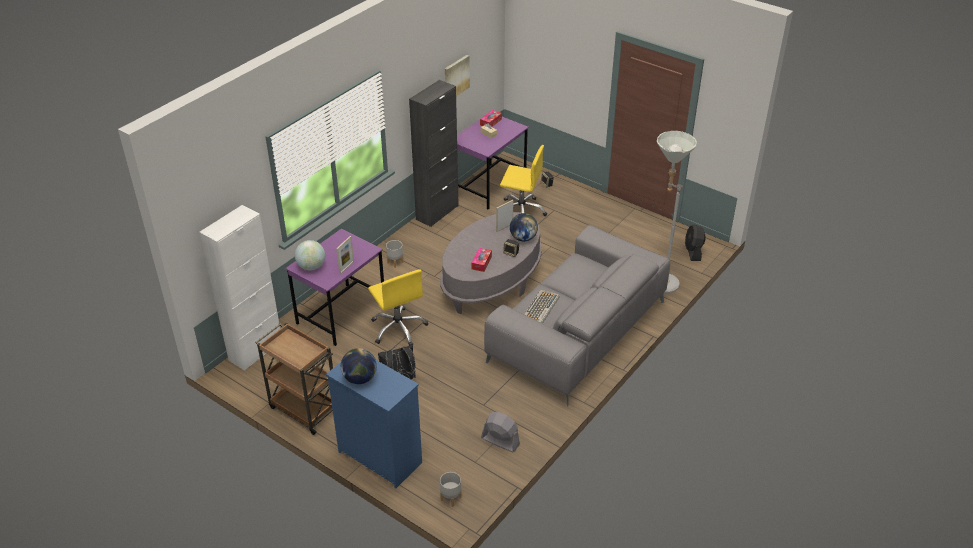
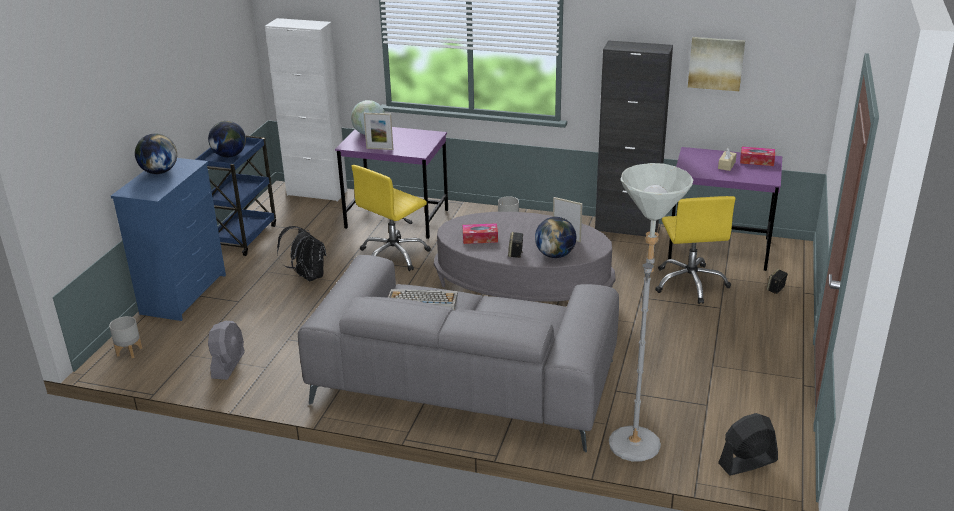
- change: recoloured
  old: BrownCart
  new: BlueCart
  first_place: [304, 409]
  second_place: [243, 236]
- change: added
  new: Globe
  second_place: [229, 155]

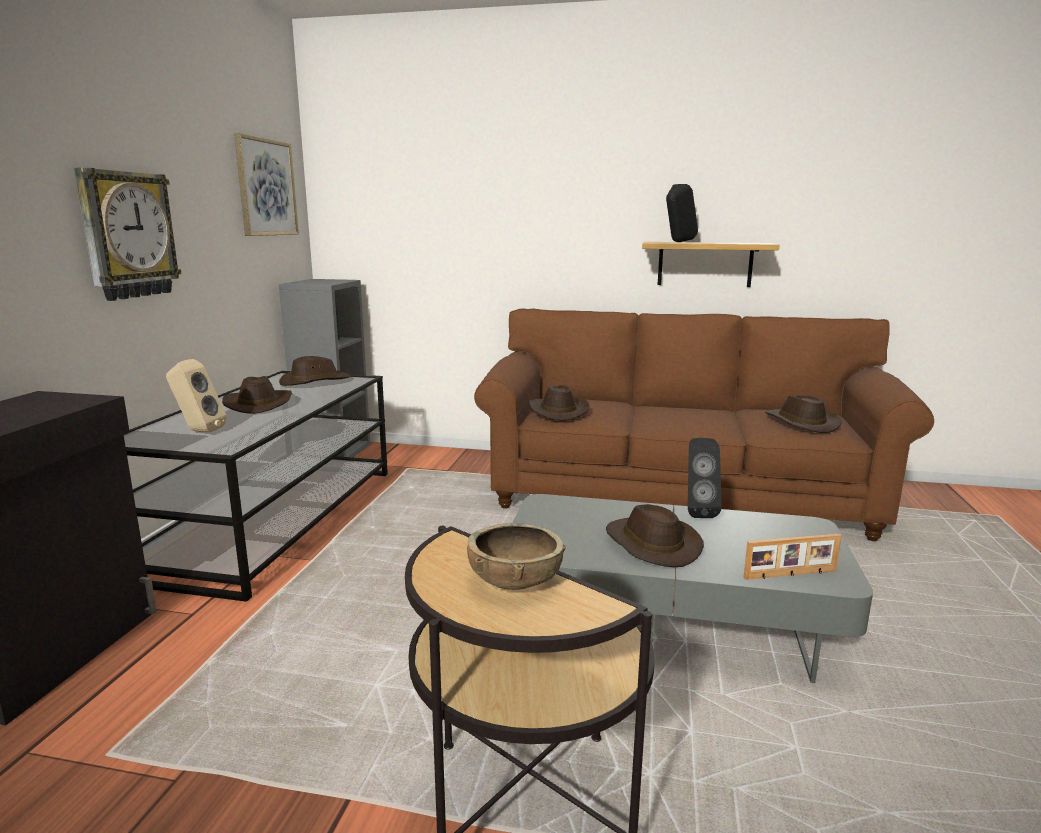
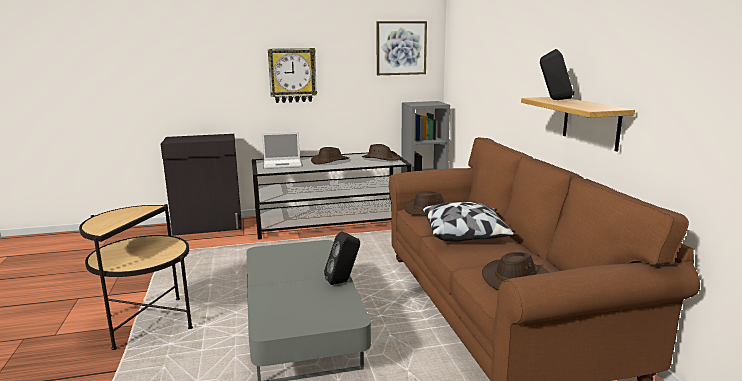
- change: replaced
  old: BeigeSpeaker
  new: Laptop
  first_place: [198, 431]
  second_place: [283, 164]
- change: removed
  old: BrownBowl
  first_place: [514, 580]
- change: removed
  old: BrownHat
  first_place: [650, 544]
- change: removed
  old: PictureFrame
  first_place: [791, 575]
- change: added
  new: Pillow
  second_place: [465, 235]

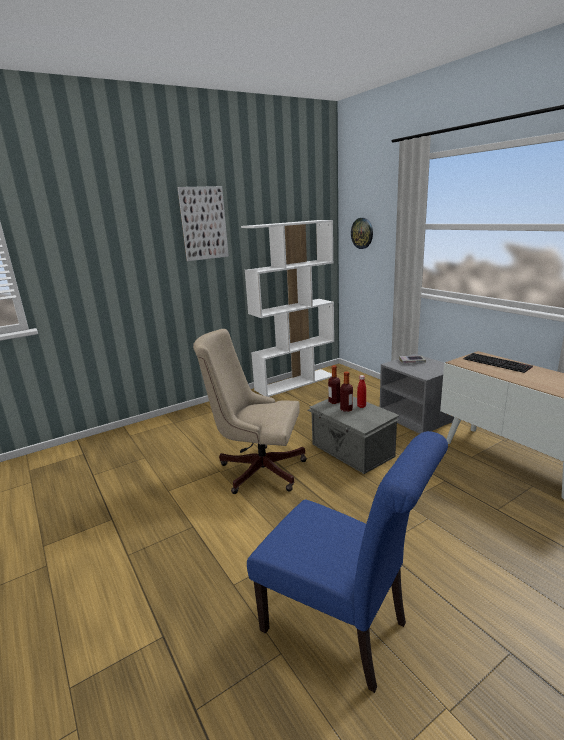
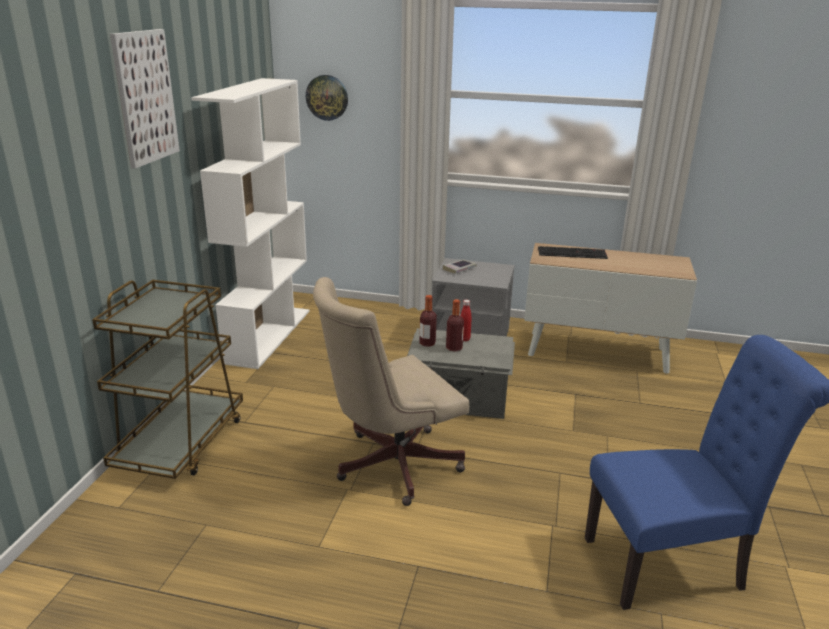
- change: added
  new: BrownCart
  second_place: [181, 443]

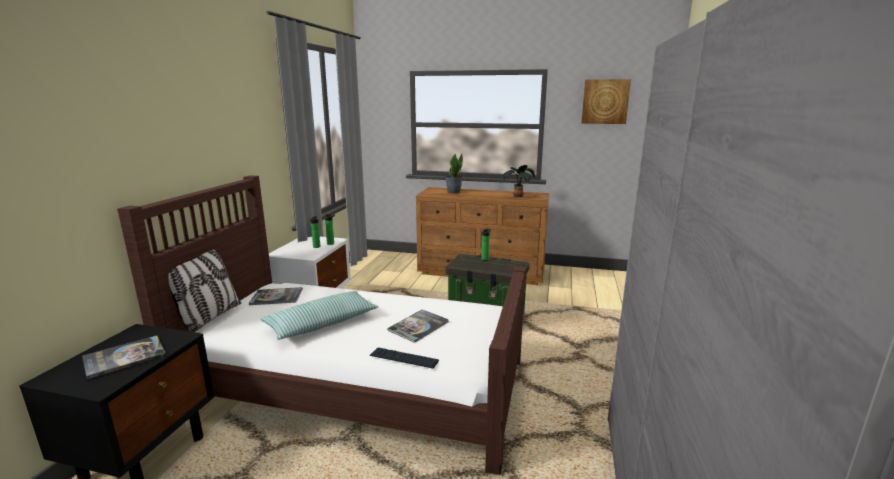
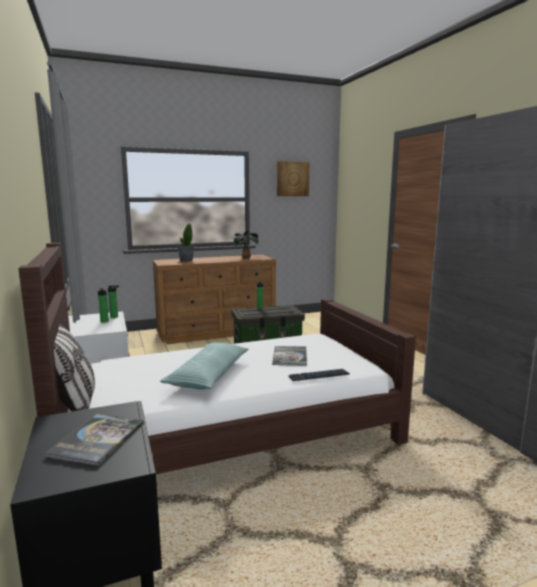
- change: removed
  old: Book
  first_place: [276, 297]

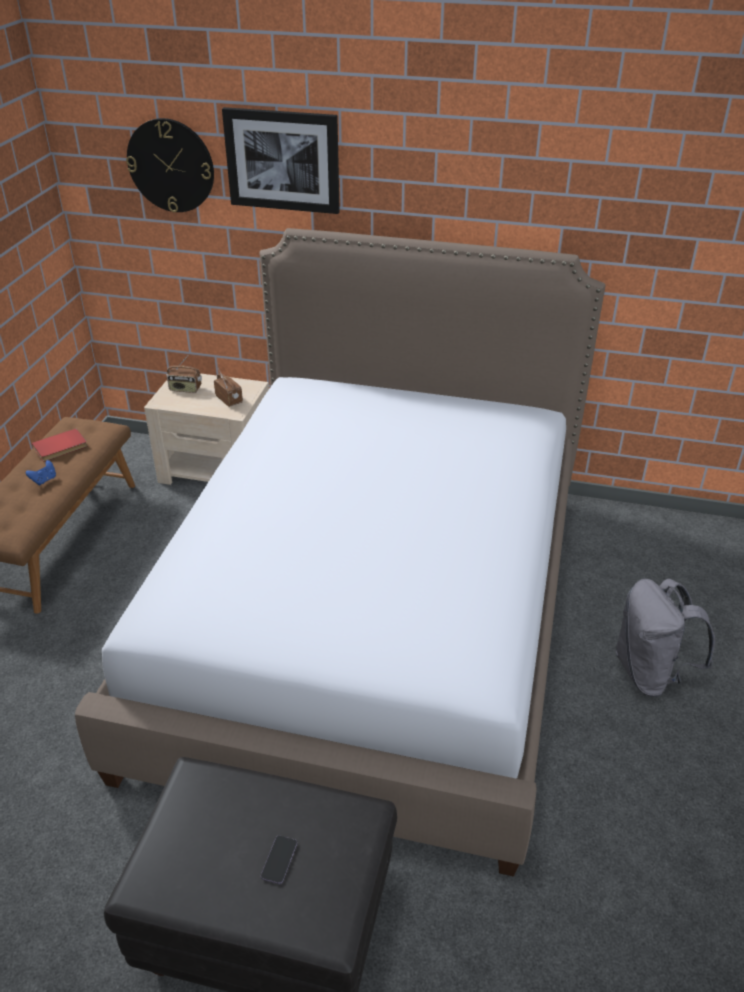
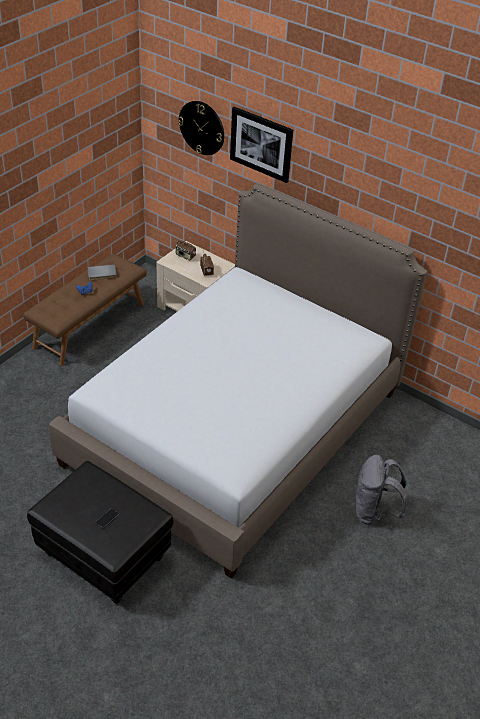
- change: recoloured
  old: RedBook
  new: GreyBook
  first_place: [61, 447]
  second_place: [102, 274]

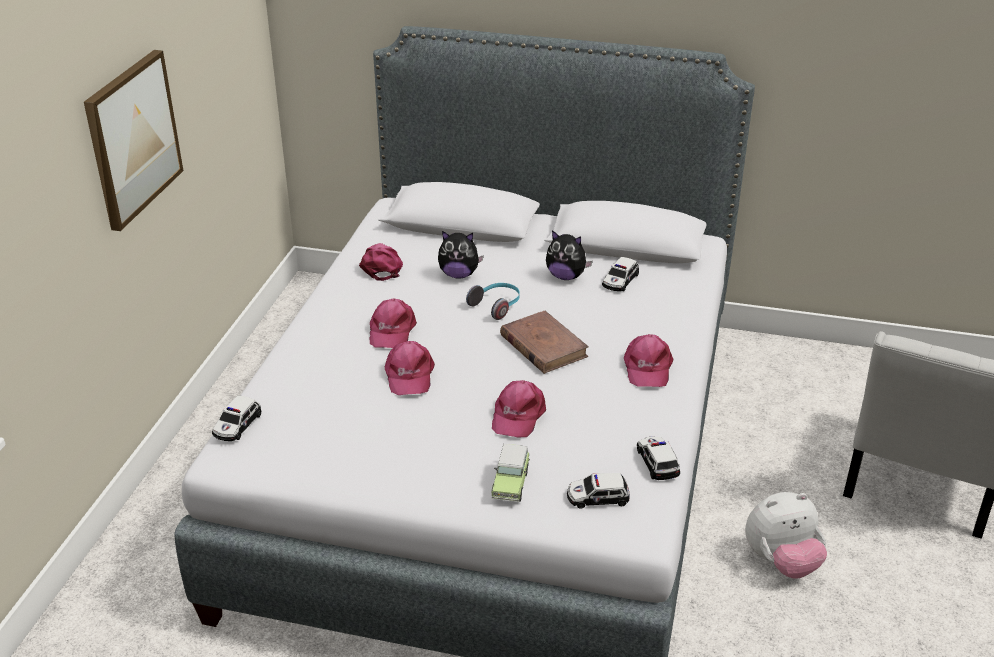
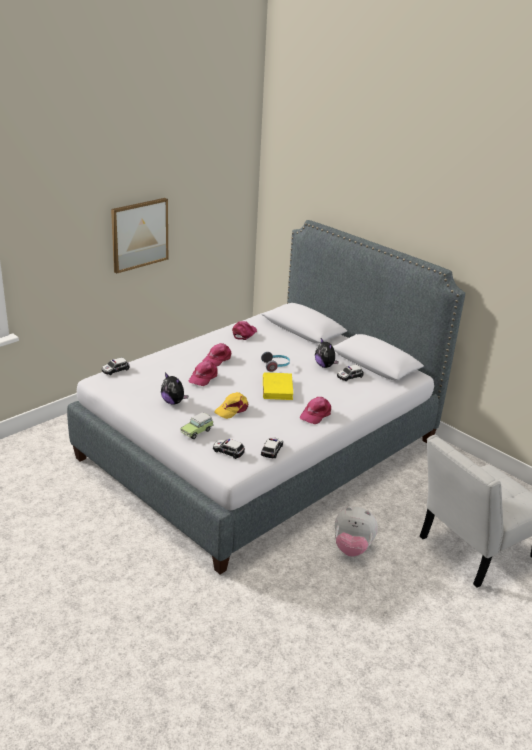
- change: moved
  old: PlushToy
  first_place: [459, 274]
  second_place: [173, 402]
- change: recoloured
  old: PinkCap
  new: YellowCap
  first_place: [517, 415]
  second_place: [232, 409]
- change: recoloured
  old: BrownBook
  new: YellowBook
  first_place: [543, 346]
  second_place: [277, 388]

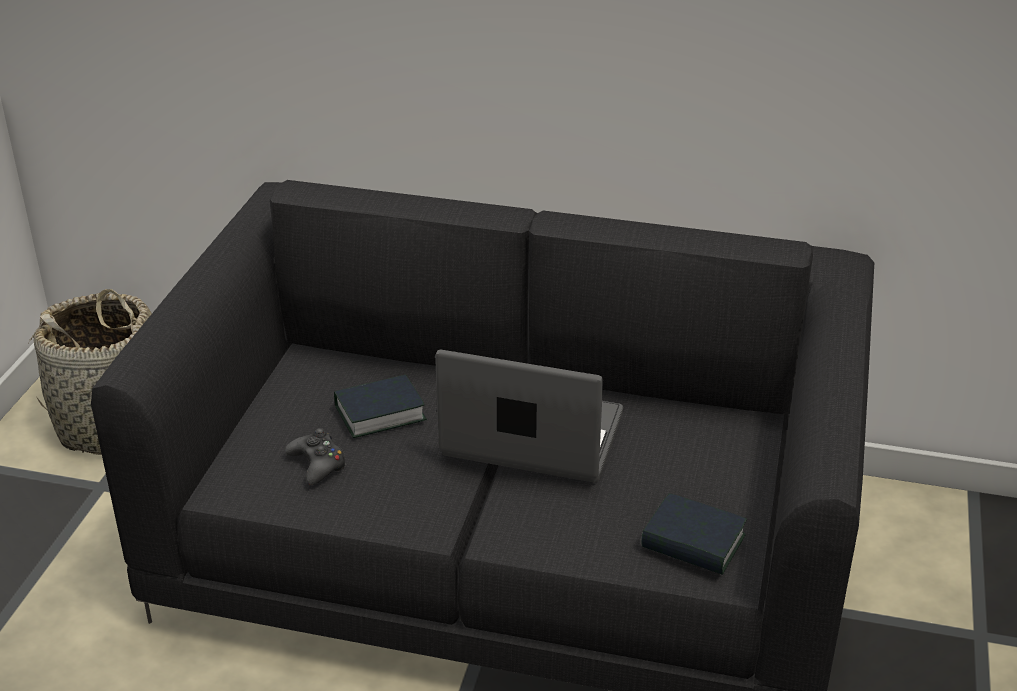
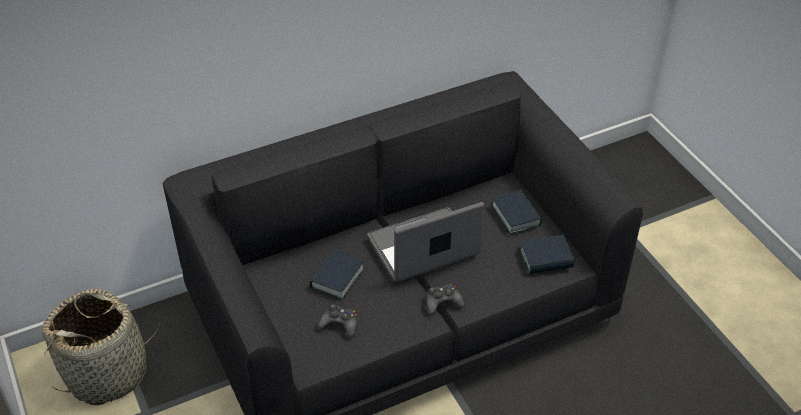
- change: added
  new: BlackGameController
  second_place: [443, 302]
- change: added
  new: Book
  second_place: [516, 215]

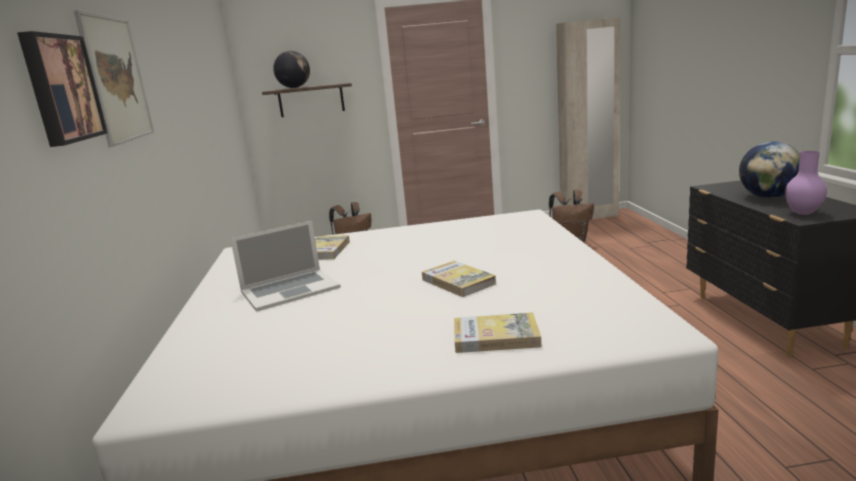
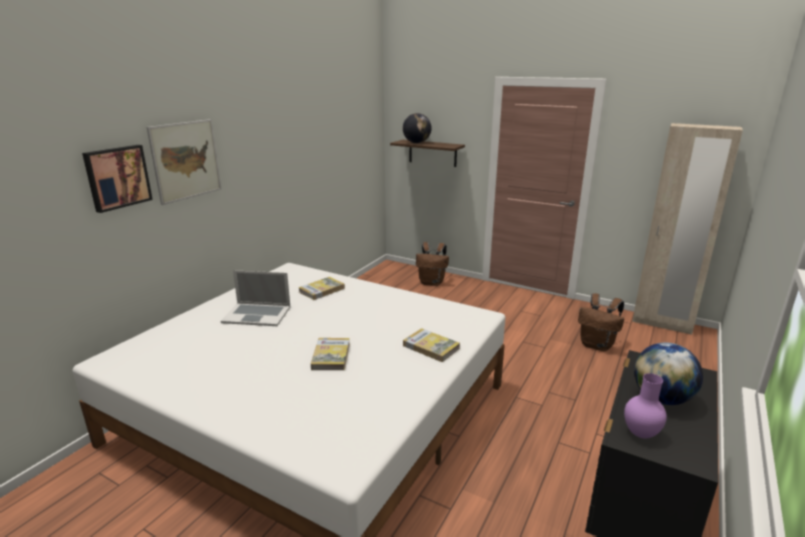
- change: moved
  old: Book
  first_place: [496, 337]
  second_place: [431, 347]

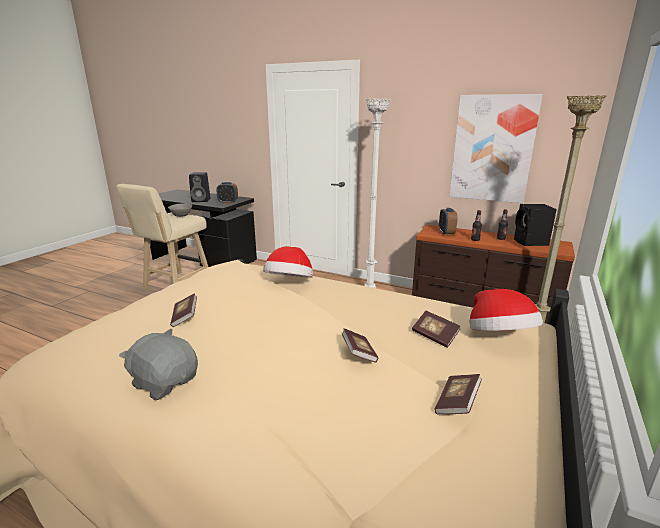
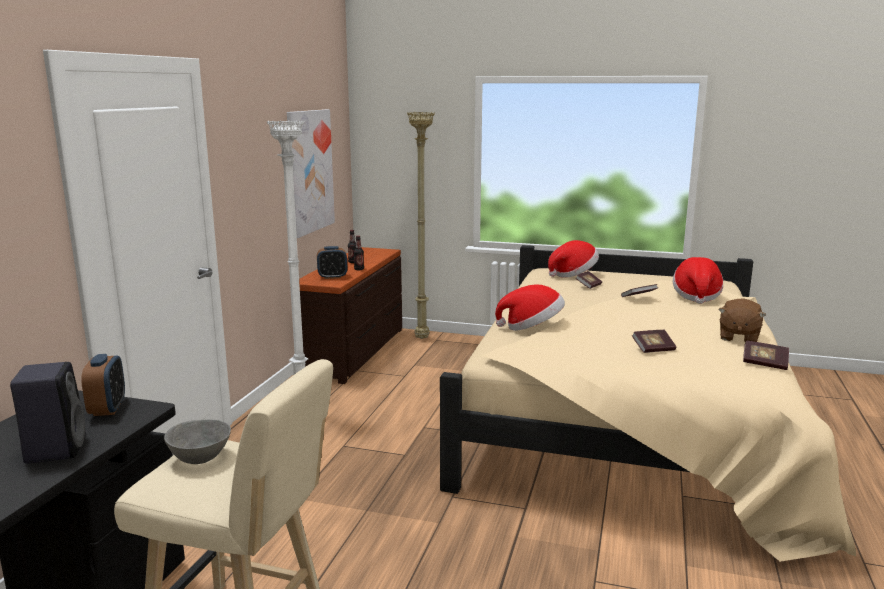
- change: recoloured
  old: GreyPlushToy
  new: BrownPlushToy
  first_place: [165, 382]
  second_place: [738, 337]
- change: moved
  old: Book
  first_place: [457, 403]
  second_place: [764, 364]
- change: removed
  old: BlackSpeaker
  first_place: [531, 243]
- change: added
  new: Hat
  second_place: [696, 296]

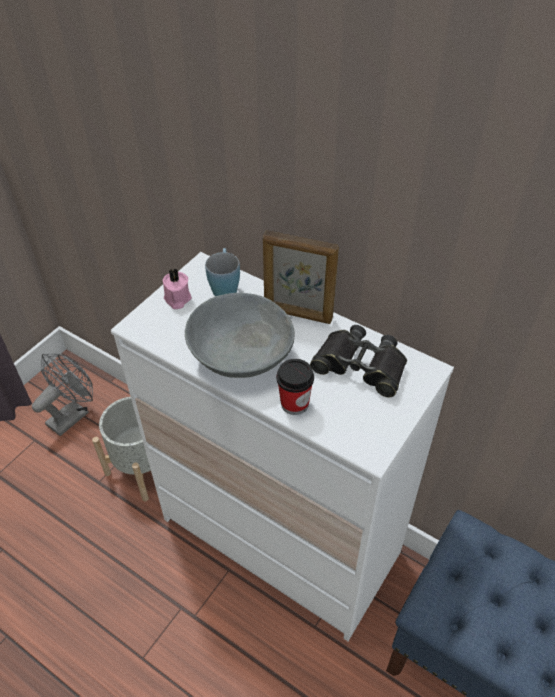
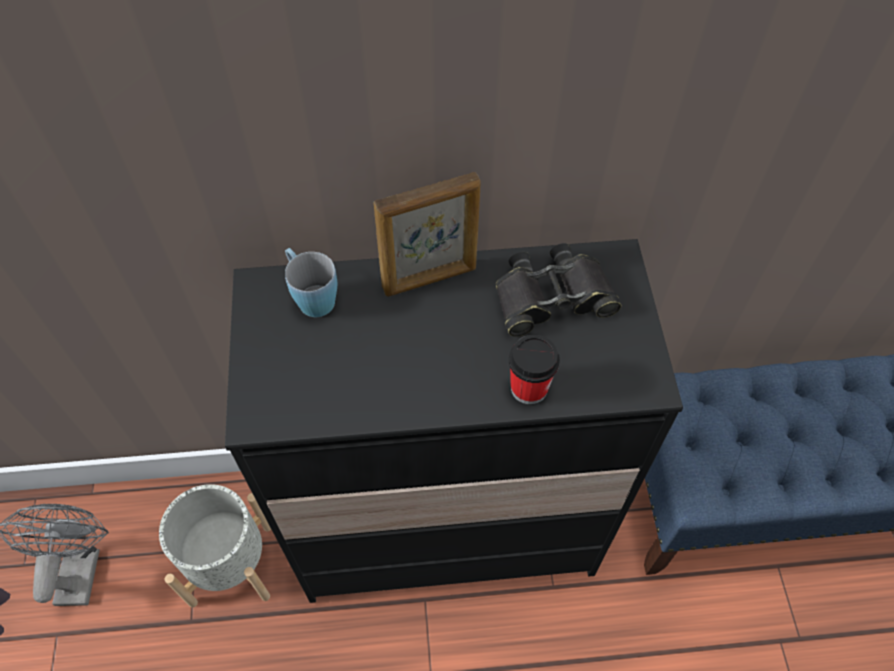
- change: recoloured
  old: WhiteDresser
  new: BlackDresser
  first_place: [280, 537]
  second_place: [447, 525]
- change: removed
  old: PinkCandle
  first_place: [177, 299]
- change: removed
  old: GreyBowl
  first_place: [239, 356]

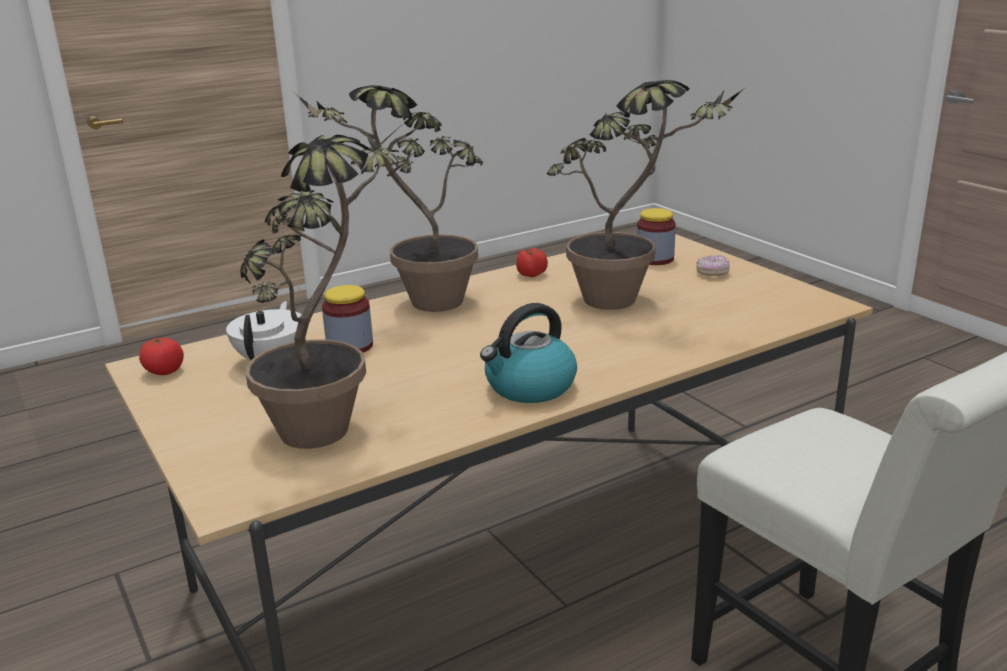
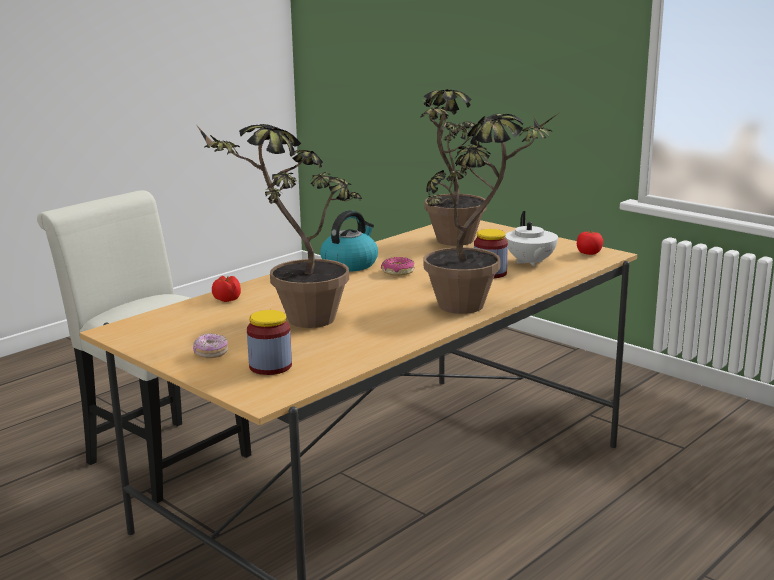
- change: moved
  old: Tomato
  first_place: [532, 274]
  second_place: [226, 299]
- change: added
  new: Donut
  second_place: [398, 272]

